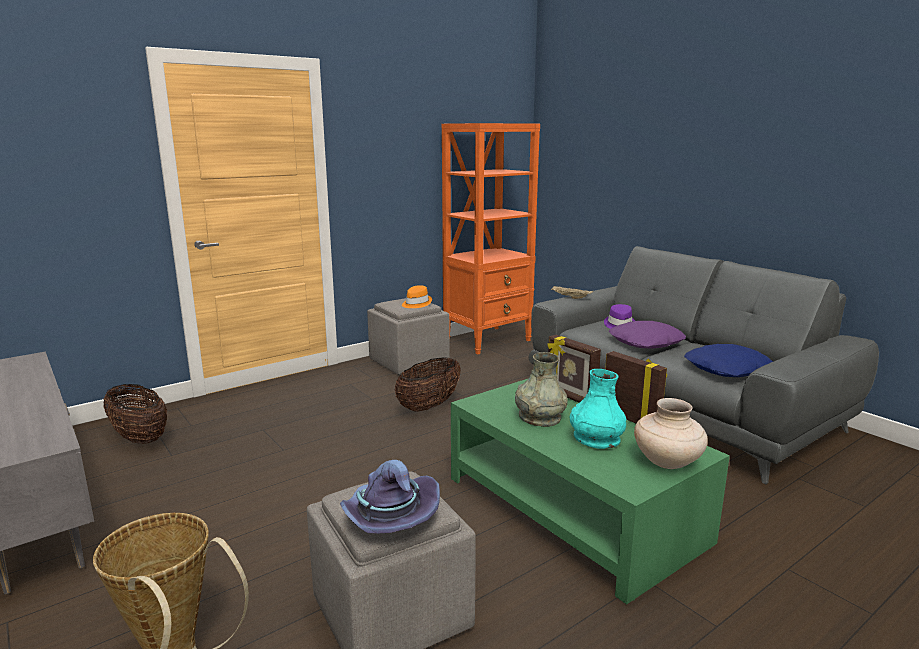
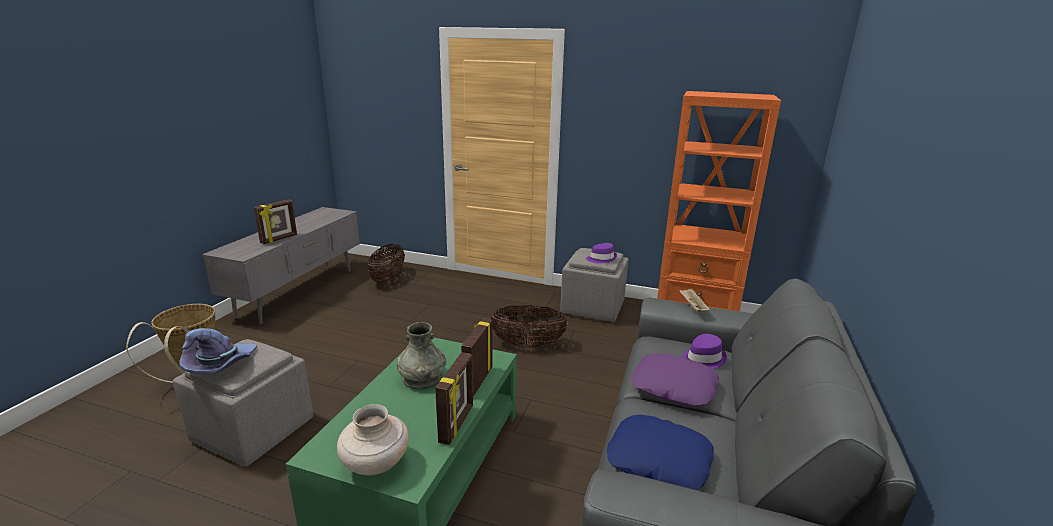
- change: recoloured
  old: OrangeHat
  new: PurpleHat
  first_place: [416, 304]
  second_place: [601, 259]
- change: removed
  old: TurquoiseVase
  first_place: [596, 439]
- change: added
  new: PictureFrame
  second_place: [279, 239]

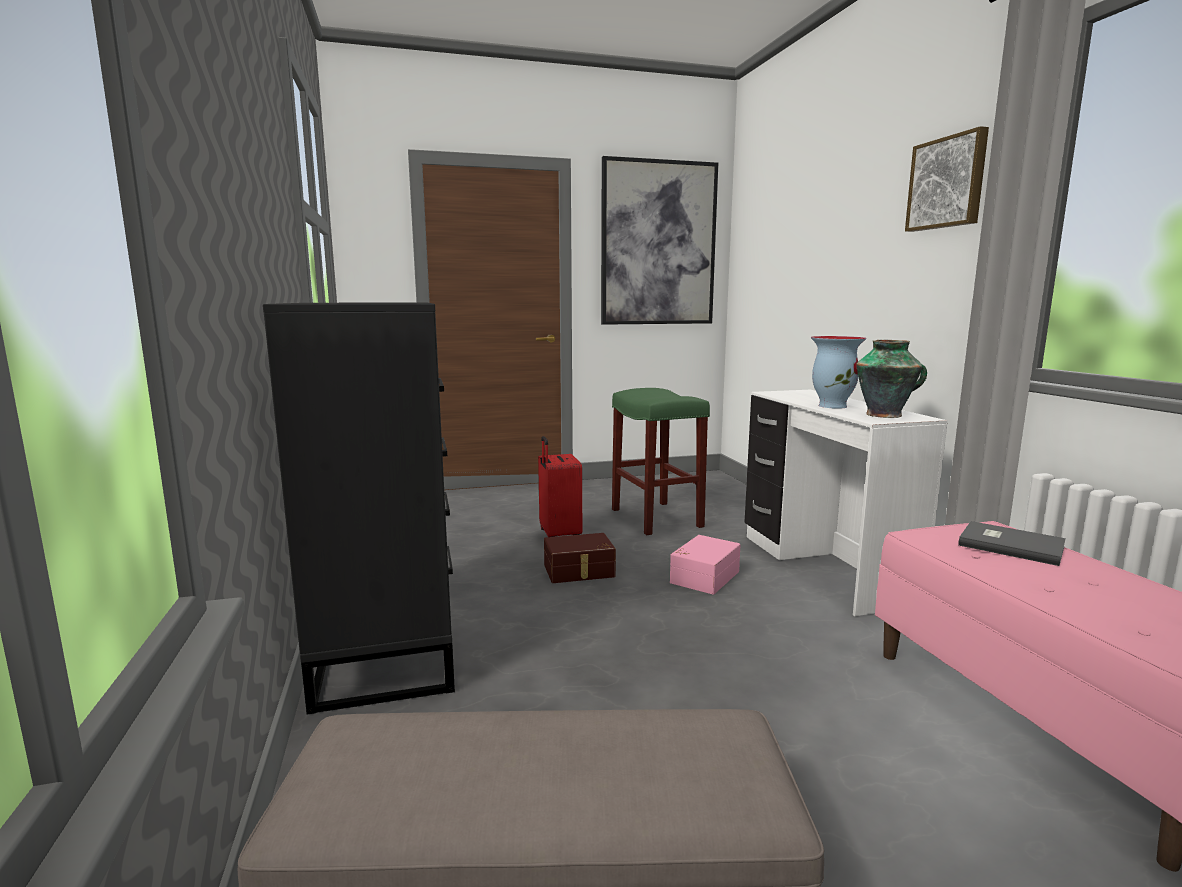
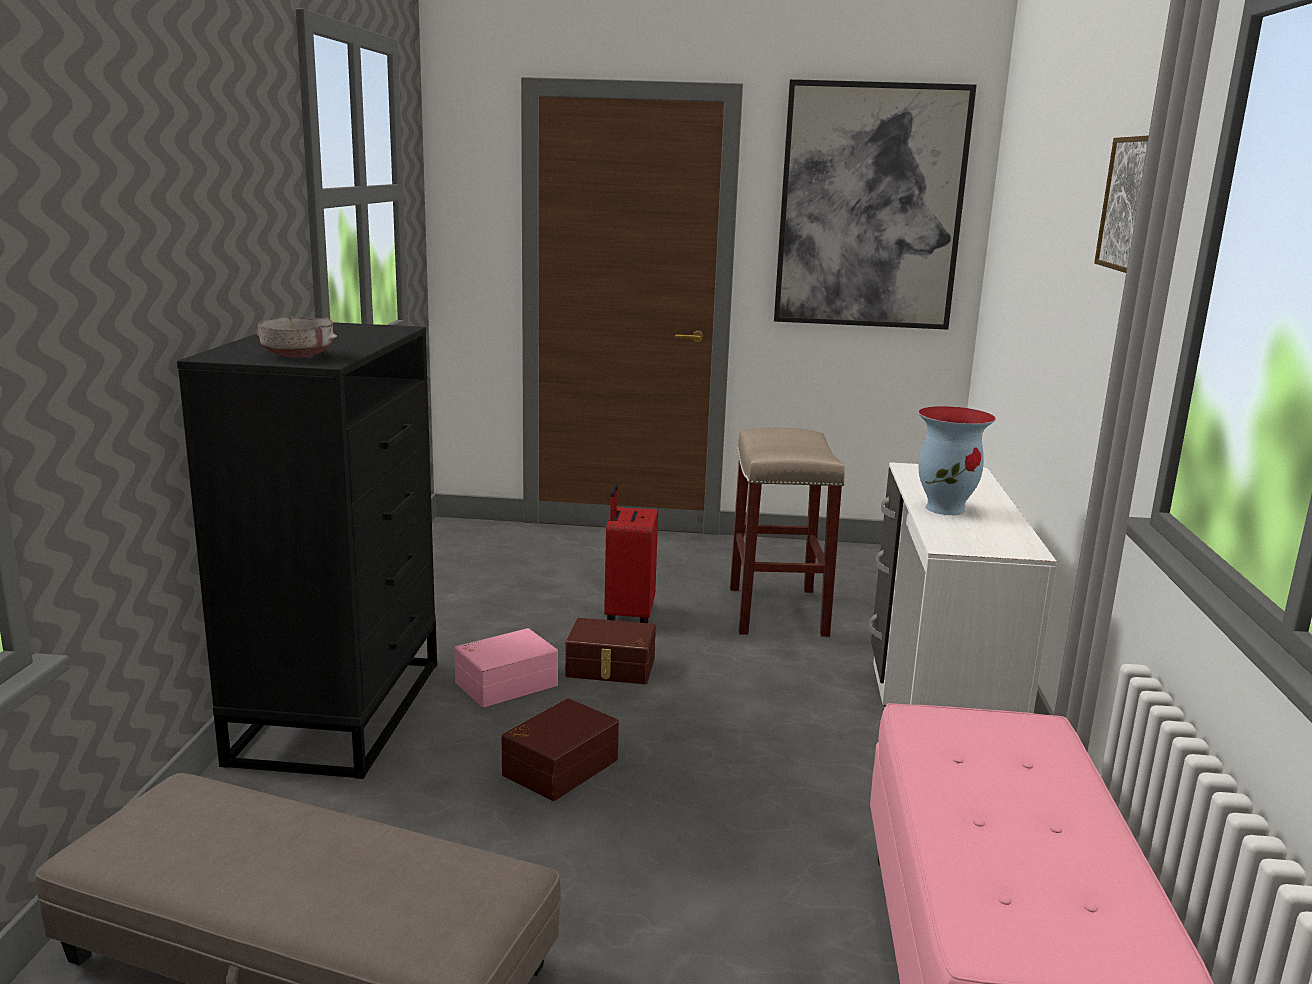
- change: recoloured
  old: GreenStool
  new: BeigeStool
  first_place: [655, 517]
  second_place: [776, 610]
- change: moved
  old: PinkStorageBox
  first_place: [703, 576]
  second_place: [505, 683]
- change: removed
  old: Vase
  first_place: [885, 415]
- change: removed
  old: GreyBook
  first_place: [1009, 545]
- change: added
  new: GreyBowl
  second_place: [297, 355]
- change: added
  new: BrownStorageBox
  second_place: [558, 766]

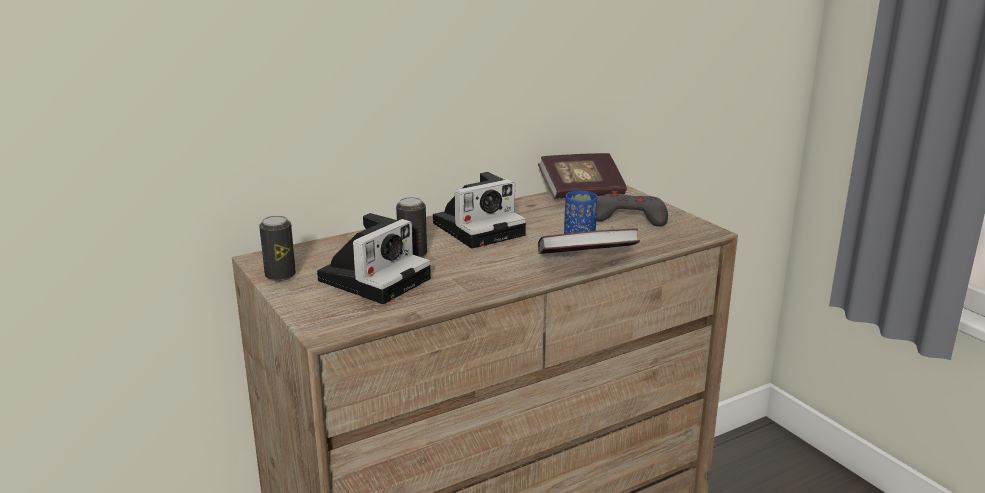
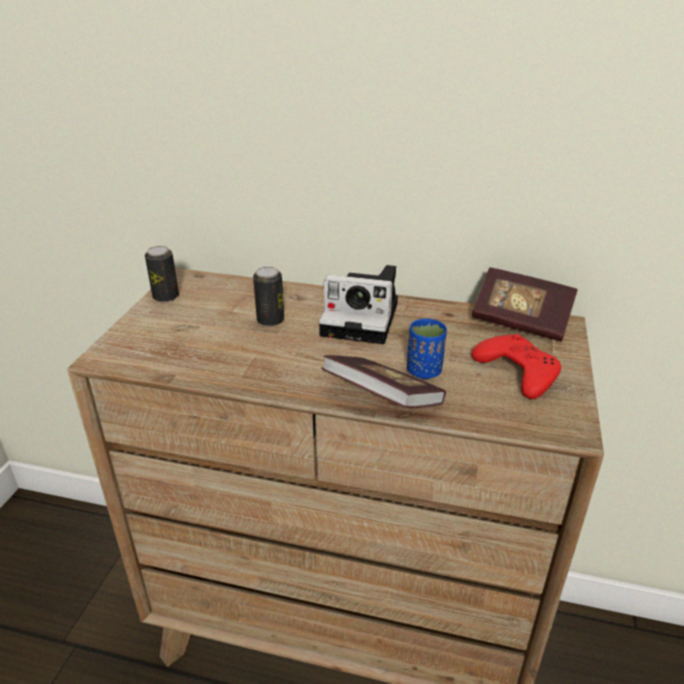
- change: removed
  old: PhotoCamera
  first_place: [376, 278]
- change: recoloured
  old: GreyGameController
  new: RedGameController
  first_place: [629, 217]
  second_place: [517, 371]

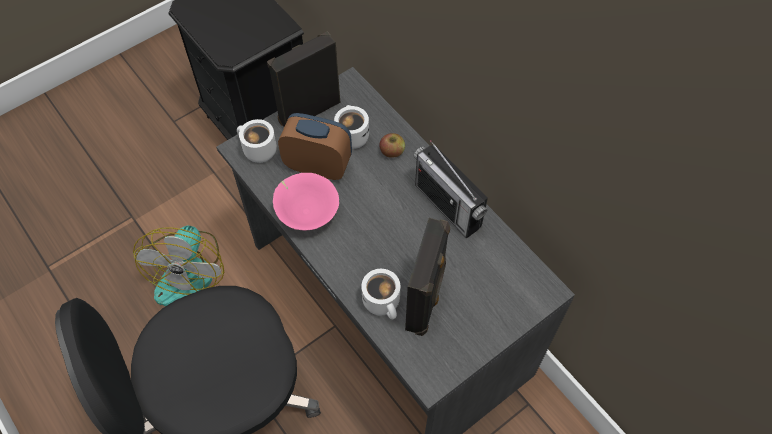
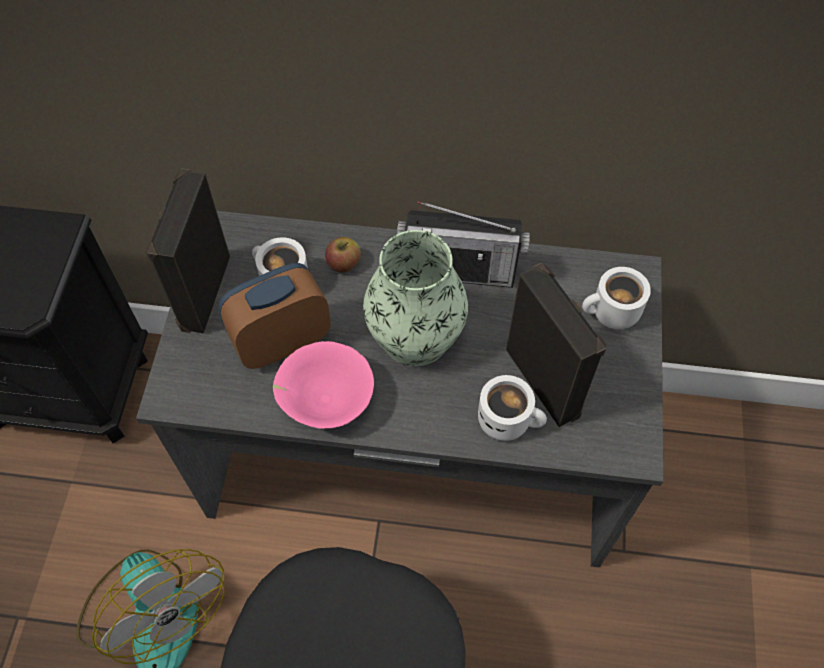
- change: moved
  old: WhiteMug
  first_place: [257, 151]
  second_place: [611, 314]
- change: added
  new: Vase
  second_place: [415, 336]

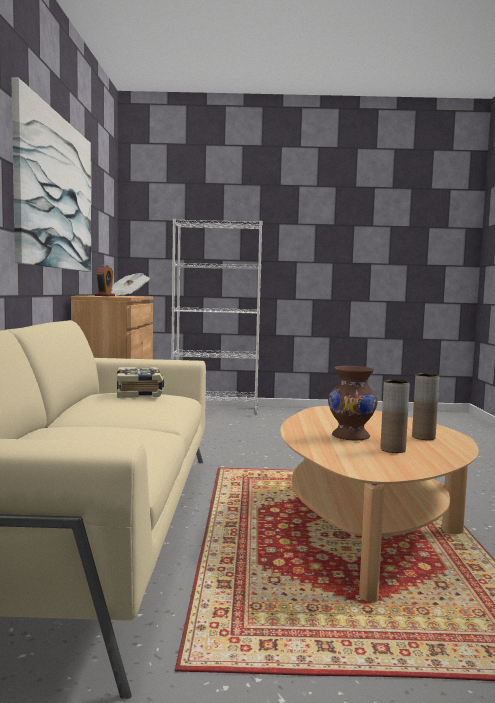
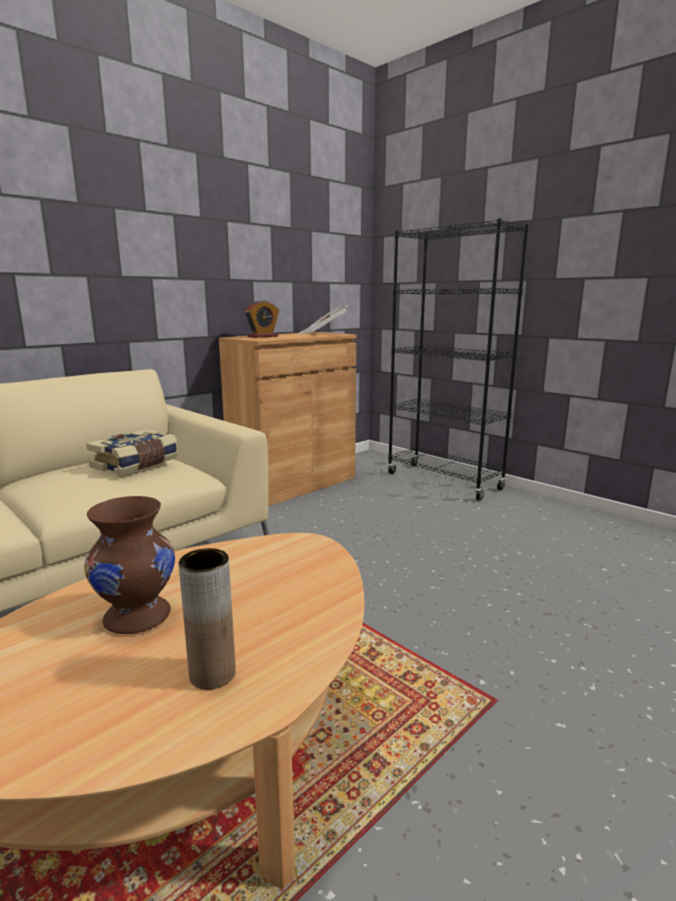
- change: removed
  old: Picture
  first_place: [55, 193]
- change: recoloured
  old: WhiteBookcase
  new: BlackBookcase
  first_place: [215, 410]
  second_place: [444, 481]
- change: removed
  old: BrownVase
  first_place: [393, 449]

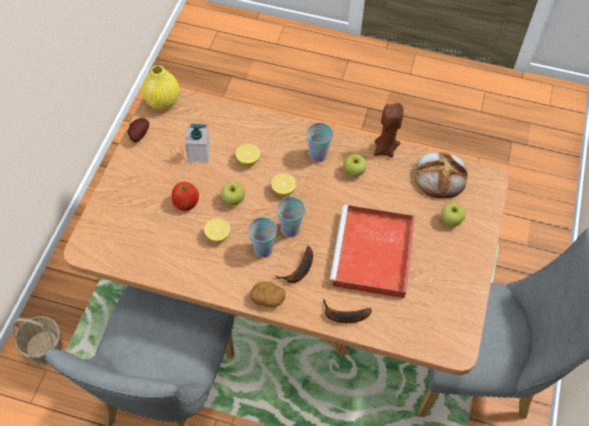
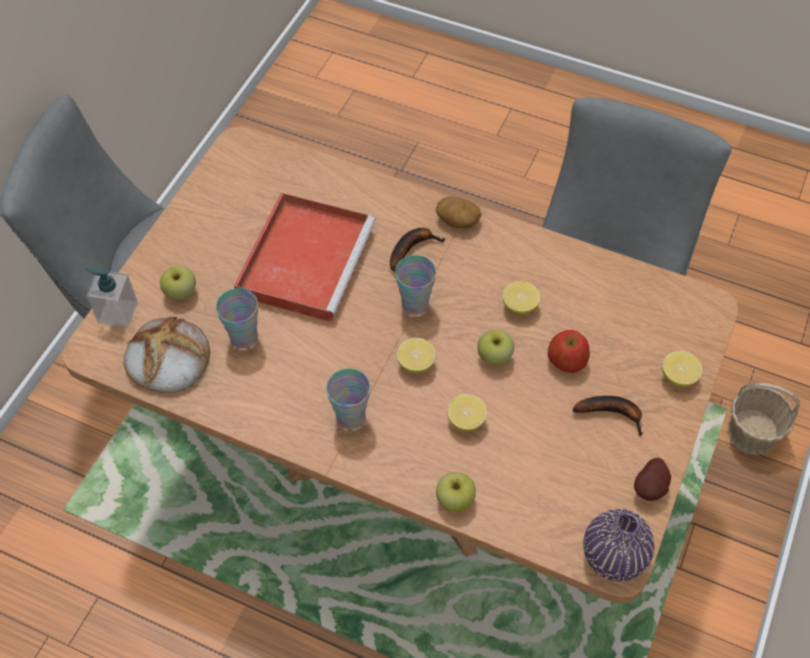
- change: recoloured
  old: YellowVase
  new: PurpleVase
  first_place: [162, 101]
  second_place: [613, 557]
- change: moved
  old: SoapDispenser
  first_place: [199, 154]
  second_place: [117, 312]
- change: moved
  old: Cup
  first_place: [263, 249]
  second_place: [244, 337]
- change: moved
  old: Banana
  first_place: [343, 316]
  second_place: [612, 413]
- change: moved
  old: Apple
  first_place: [354, 172]
  second_place: [454, 499]
- change: removed
  old: BrownCandle
  first_place: [385, 149]
- change: added
  new: Lemon
  second_place: [678, 377]

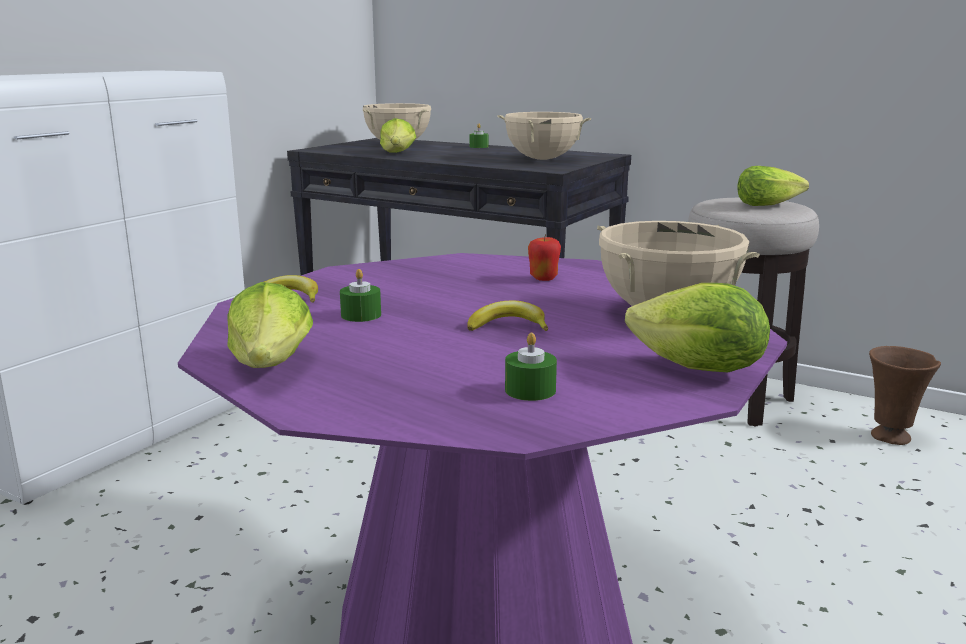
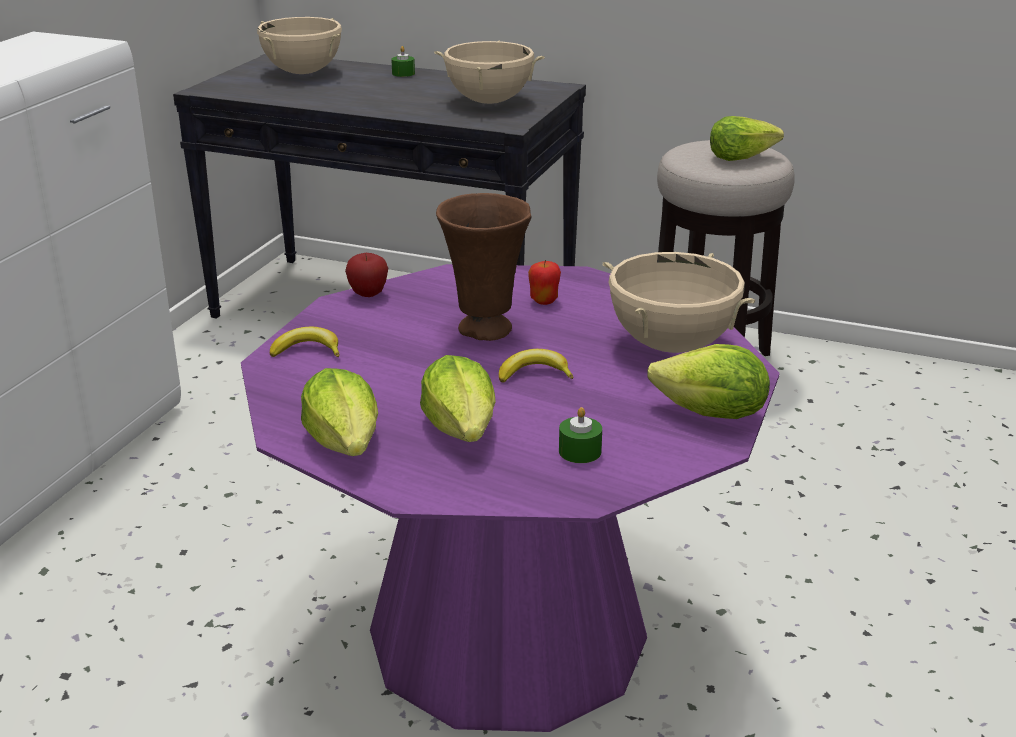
- change: removed
  old: GreenCandle
  first_place: [361, 315]
- change: moved
  old: Lettuce
  first_place: [398, 153]
  second_place: [462, 429]
- change: moved
  old: BrownVase
  first_place: [891, 438]
  second_place: [485, 330]
- change: added
  new: Apple
  second_place: [368, 294]

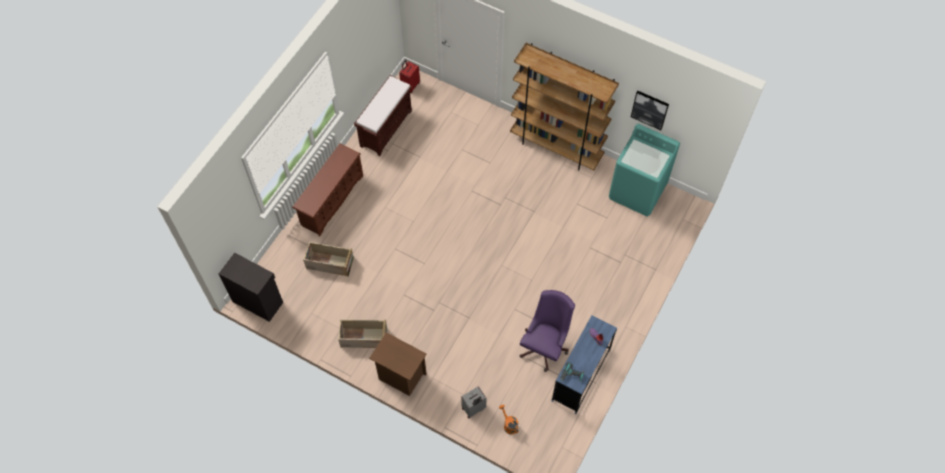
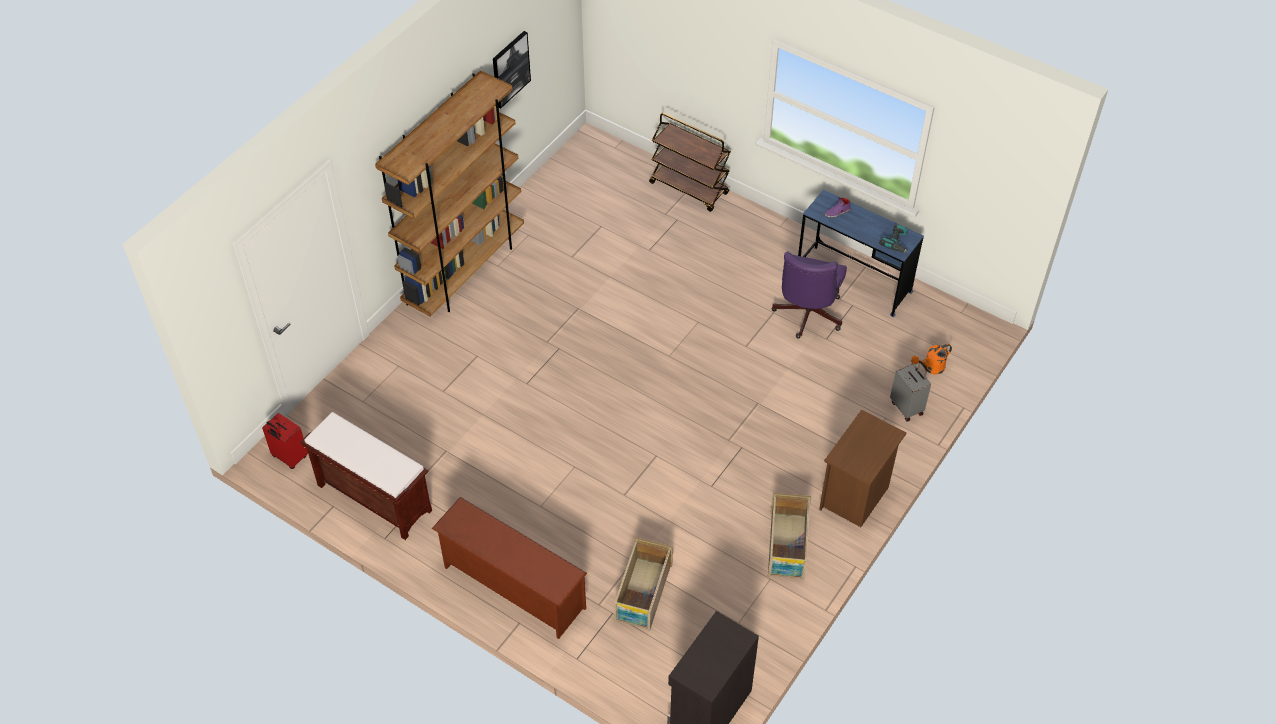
- change: turned
  old: PurpleOfficeChair
  first_place: [545, 345]
  second_place: [806, 316]
  degrees: -105
- change: removed
  old: TurquoiseWashingMachine
  first_place: [637, 191]
- change: added
  new: BrownCart
  second_place: [689, 188]

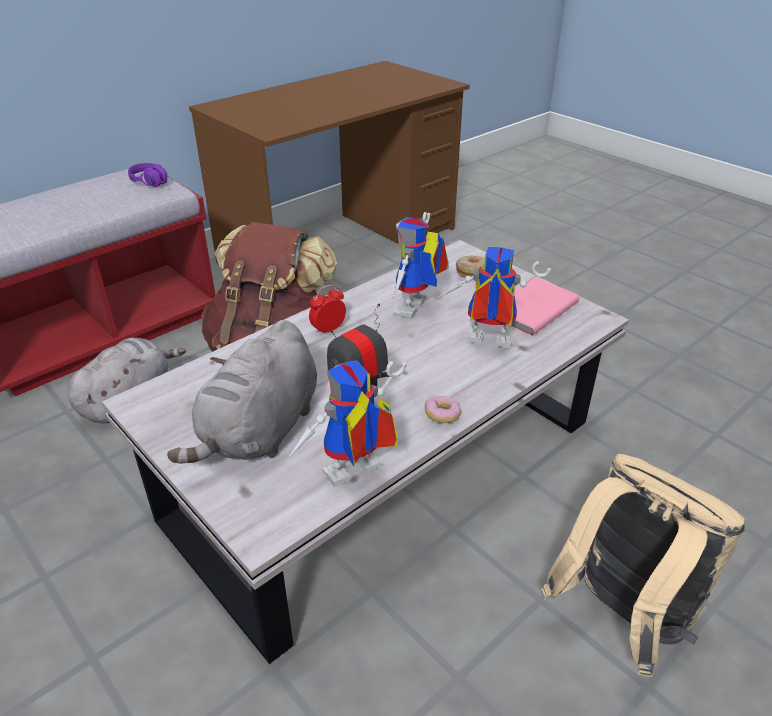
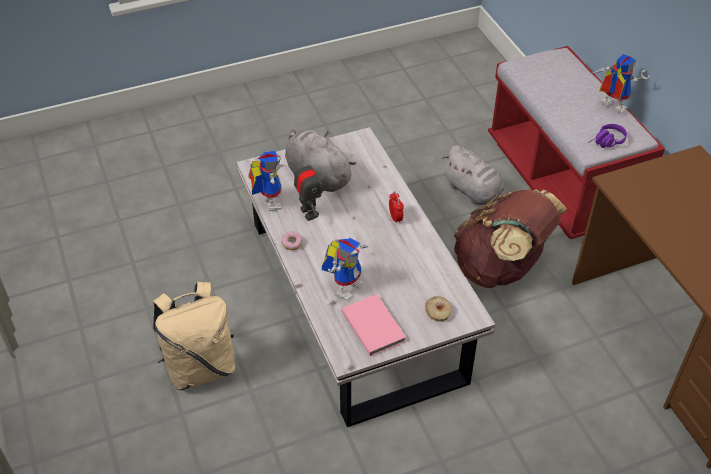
- change: moved
  old: ToyRobot
  first_place: [415, 310]
  second_place: [609, 107]

